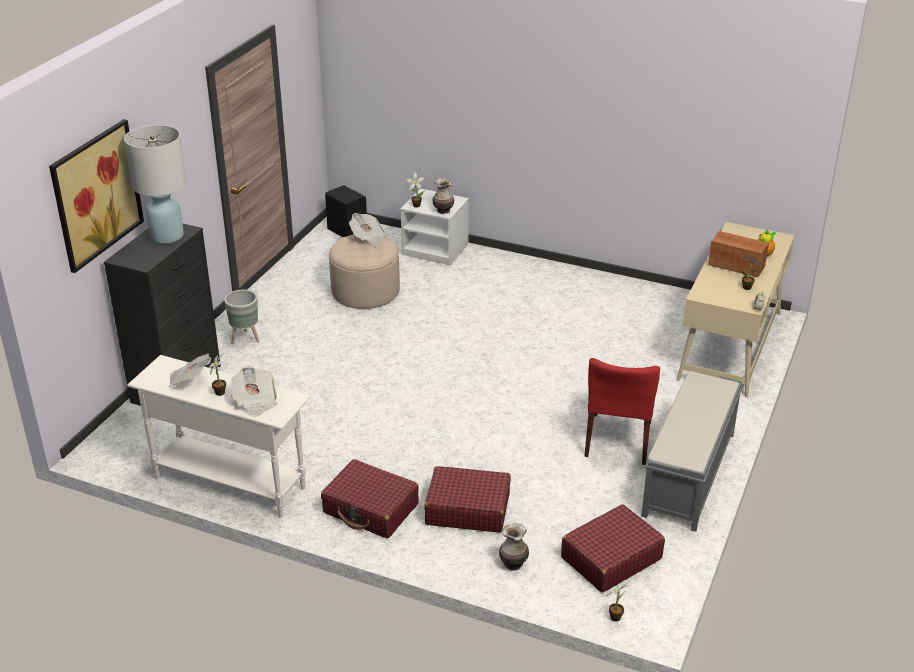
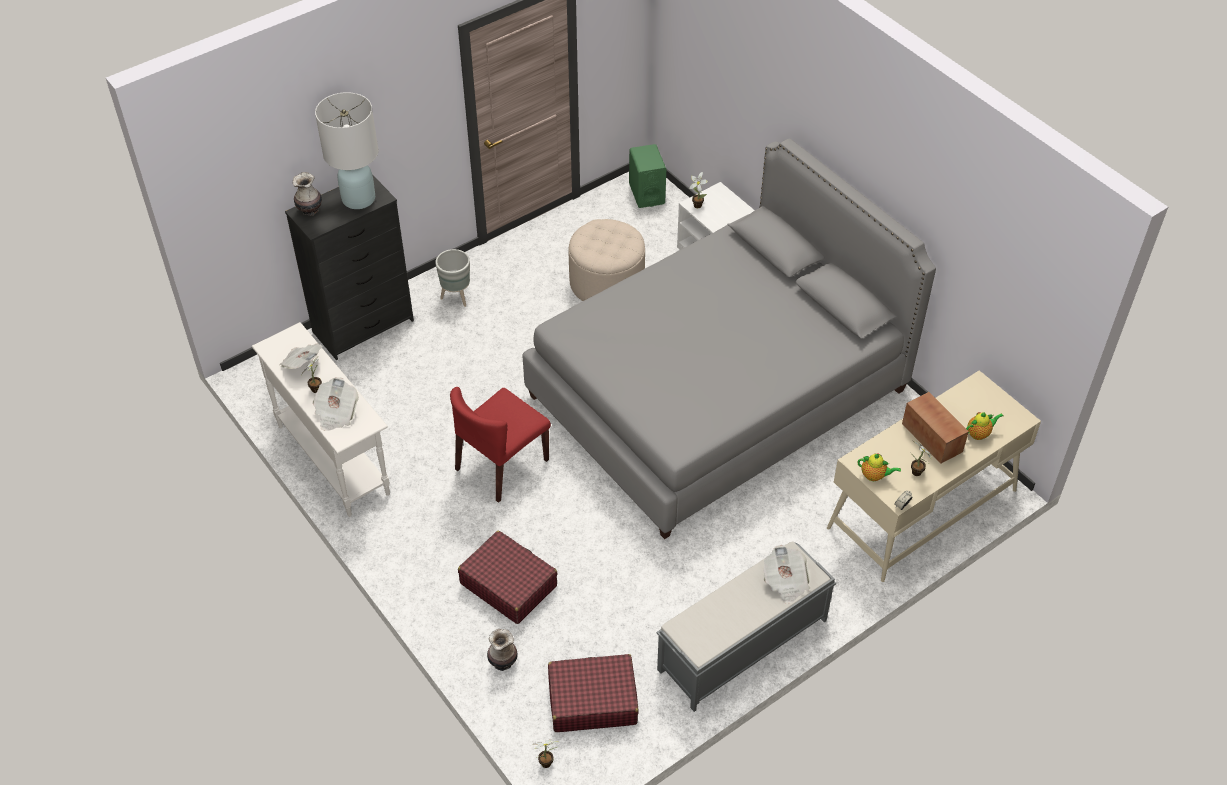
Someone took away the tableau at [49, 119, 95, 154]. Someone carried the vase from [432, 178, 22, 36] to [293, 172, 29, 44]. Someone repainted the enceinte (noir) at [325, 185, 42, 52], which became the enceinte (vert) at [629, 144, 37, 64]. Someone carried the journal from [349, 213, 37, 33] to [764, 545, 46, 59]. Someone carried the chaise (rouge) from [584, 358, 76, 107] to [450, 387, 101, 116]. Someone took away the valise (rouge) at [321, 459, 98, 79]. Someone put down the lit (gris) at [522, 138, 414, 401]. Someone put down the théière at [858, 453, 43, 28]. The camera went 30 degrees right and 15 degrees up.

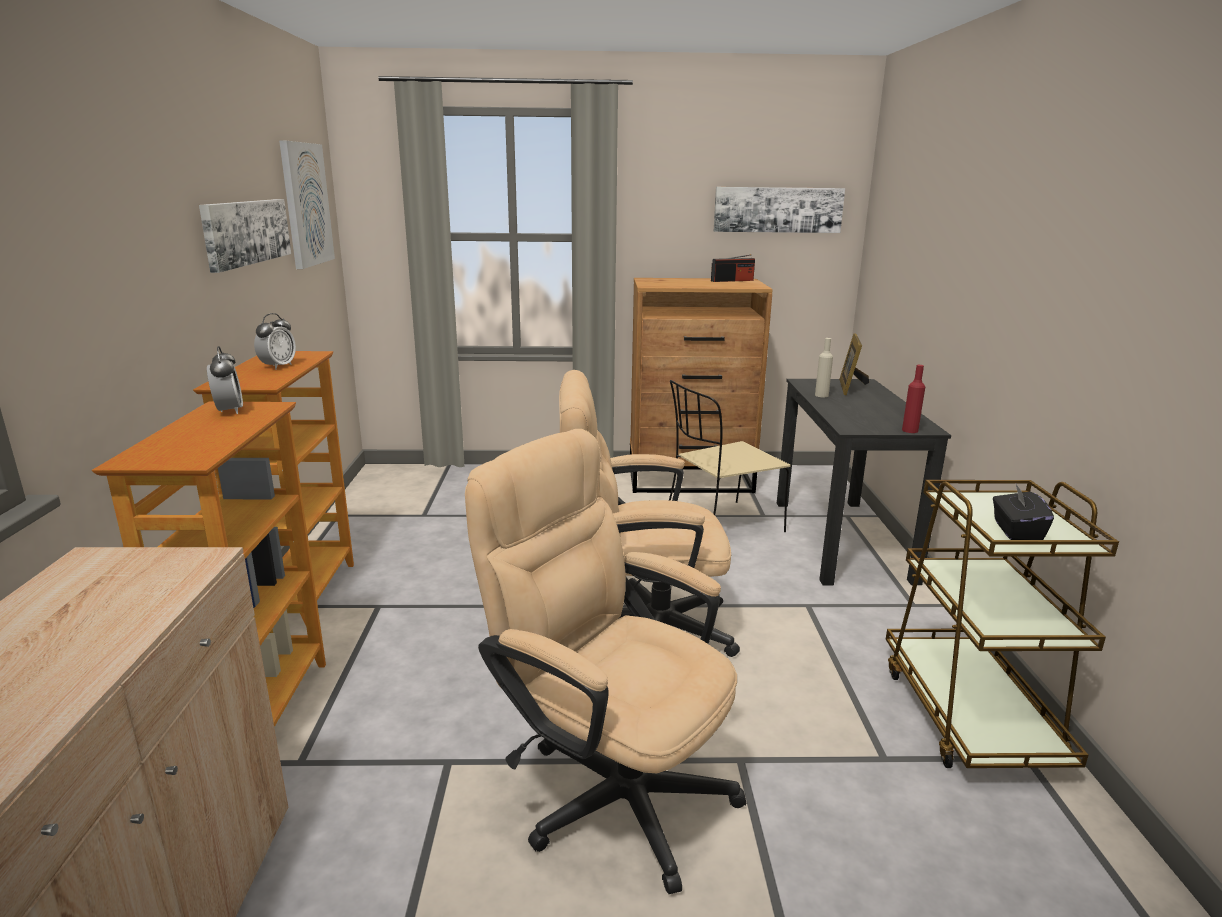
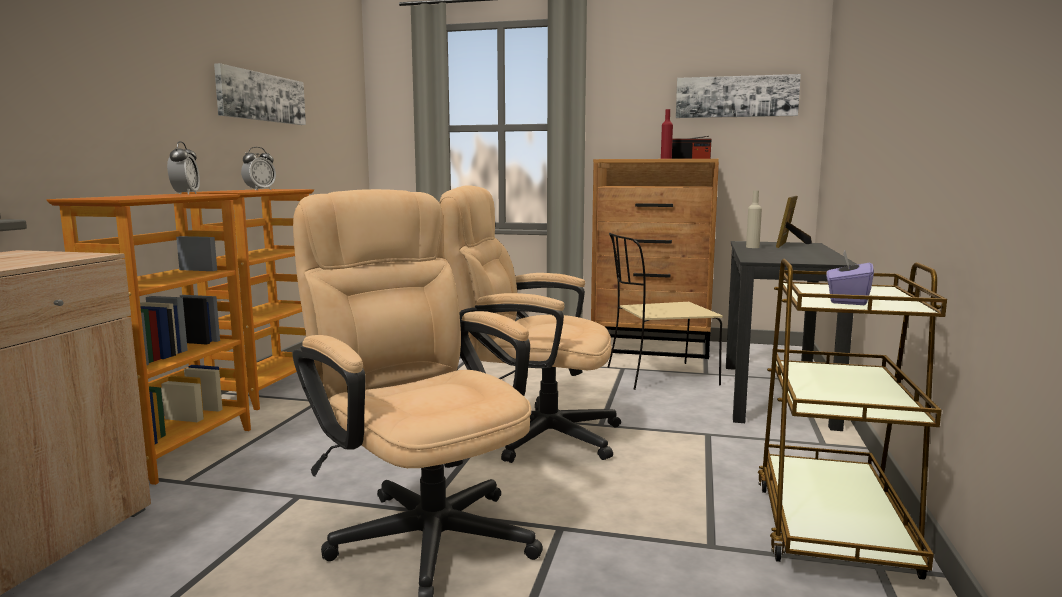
Someone took away the tableau at [279, 140, 56, 129]. Someone carried the bouteille (rouge) from [902, 365, 23, 68] to [661, 109, 12, 50]. Someone repainted the boîte à mouchoirs (noir) at [993, 484, 61, 56], which became the boîte à mouchoirs (violet) at [826, 251, 48, 54]. The camera went 15 degrees right and 10 degrees down.

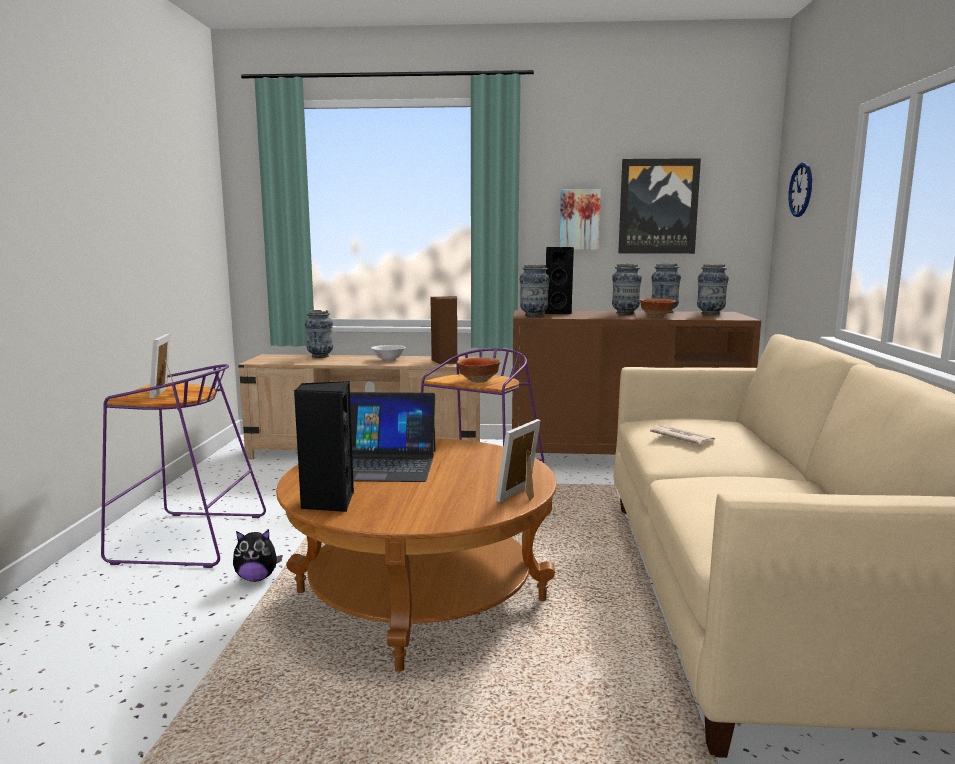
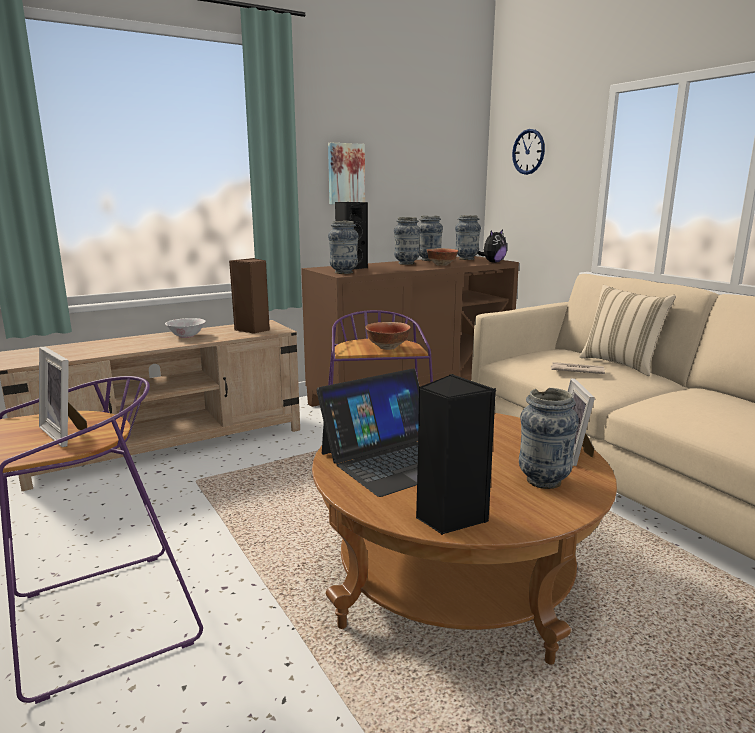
Someone took away the tableau at [618, 158, 83, 96]. Someone carried the vase from [305, 310, 28, 48] to [519, 388, 60, 101]. Someone carried the peluche from [233, 529, 50, 53] to [477, 230, 30, 33]. Someone put down the coussin (beige) at [579, 285, 97, 91]. The camera went 35 degrees left and 5 degrees up.

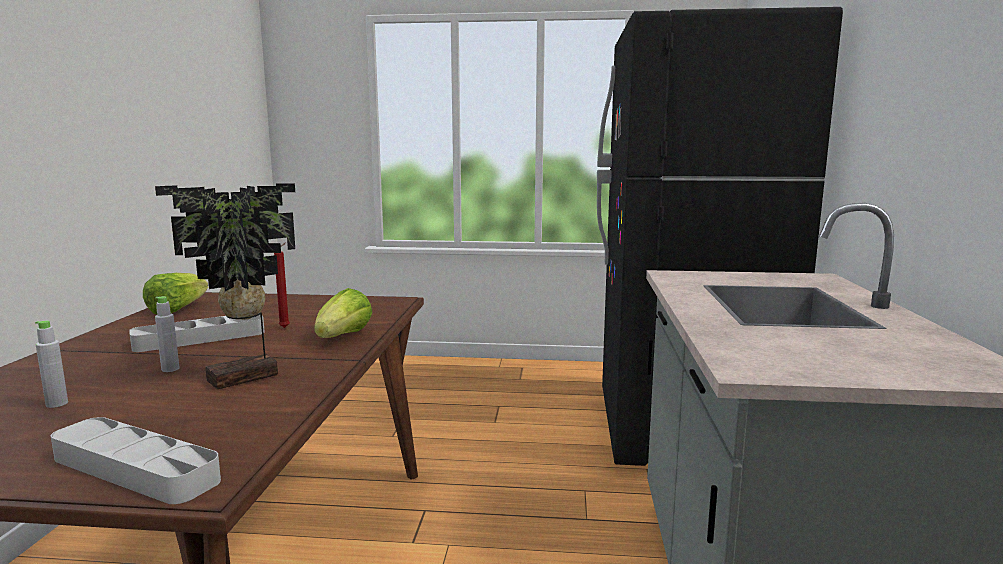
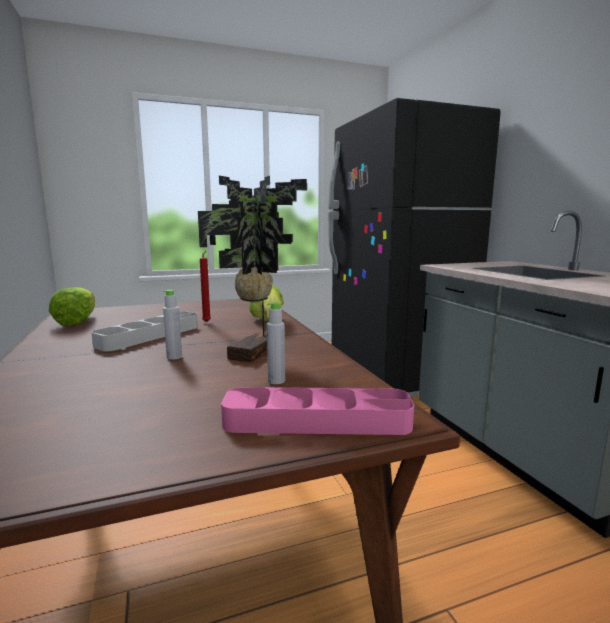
Someone carried the bouteille (gris) from [35, 320, 33, 88] to [267, 302, 18, 82]. Someone repainted the plateau (gris) at [51, 417, 170, 87], which became the plateau (rose) at [221, 387, 193, 48]. The camera went 25 degrees left and 0 degrees up.

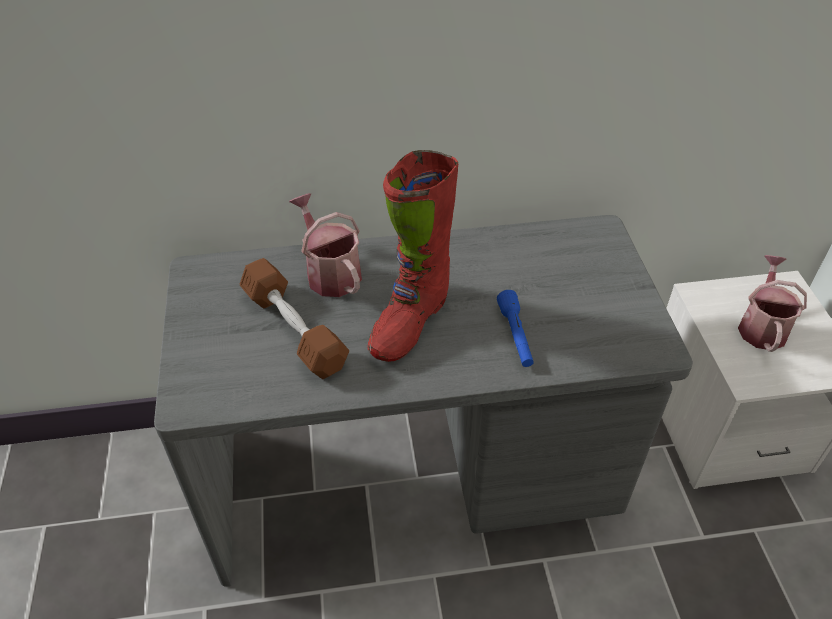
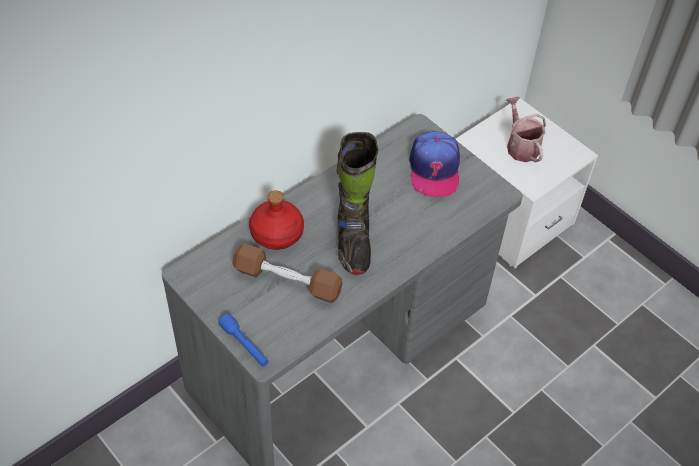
Someone repainted the botte (rouge) at [368, 150, 90, 212], which became the botte (noir) at [337, 132, 41, 143]. Someone swapped the arrosoir at [289, 193, 73, 104] for the bouteille (rouge) at [249, 190, 55, 60]. Someone carried the lampe de poche (bleu) from [497, 290, 37, 77] to [218, 314, 51, 53]. Someone put down the casquette at [409, 131, 51, 66]. The camera went 35 degrees left and 5 degrees up.

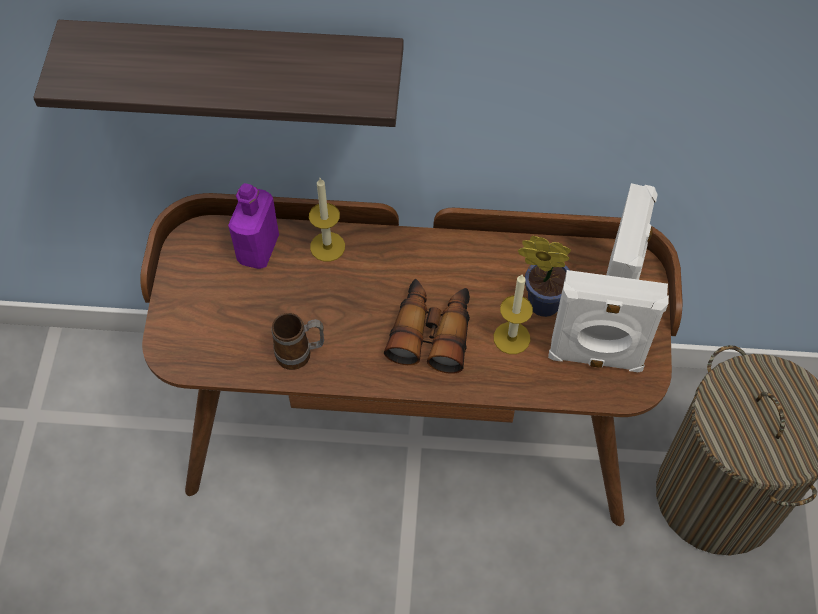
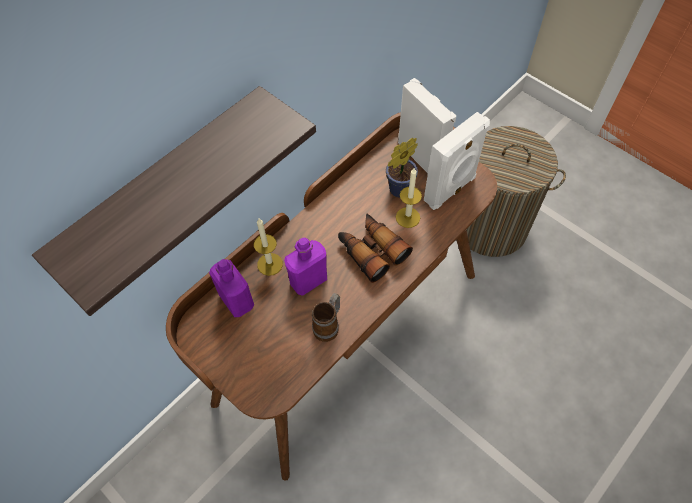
Someone put down the bouteille (violet) at [284, 238, 43, 58]. The camera went 50 degrees left and 0 degrees up.

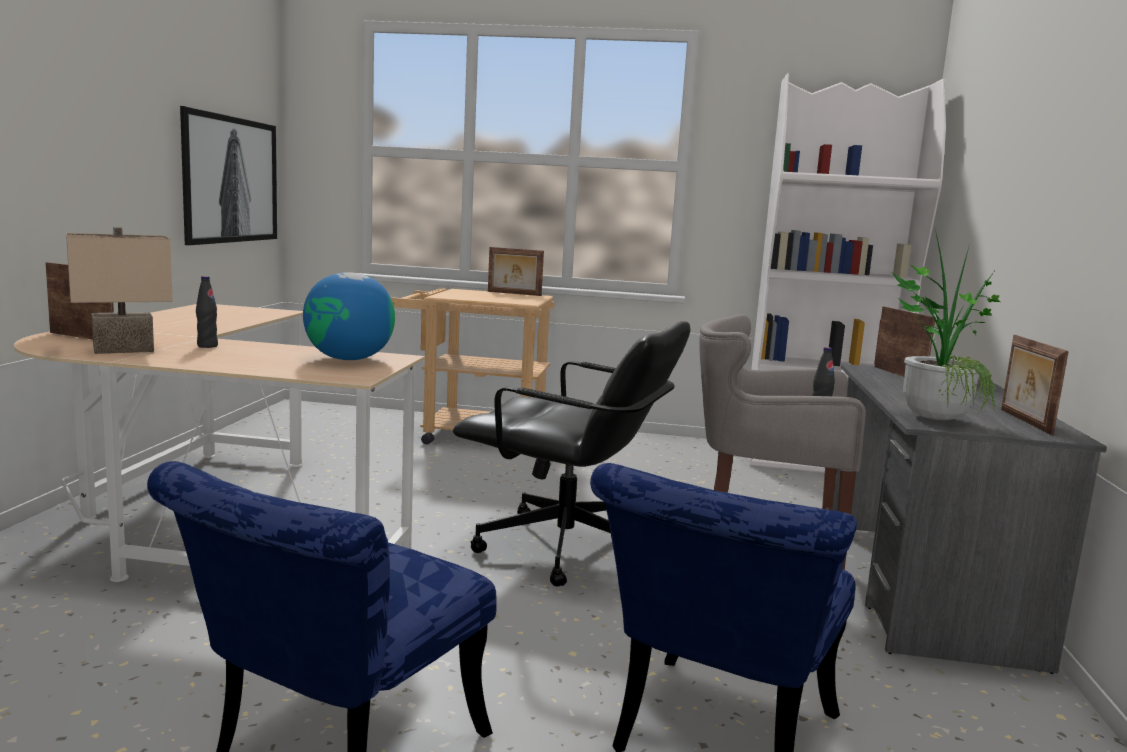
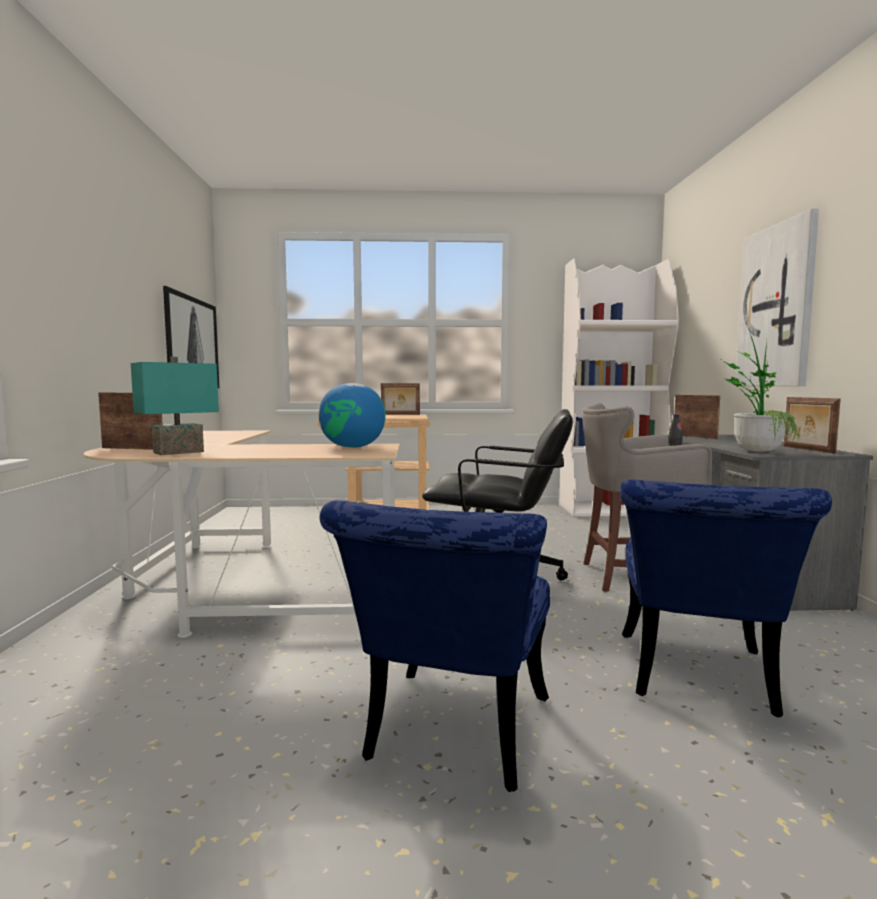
Someone repainted the lampe de table (beige) at [66, 227, 107, 127], which became the lampe de table (turquoise) at [131, 357, 88, 98]. Someone took away the bouteille (noir) at [196, 276, 22, 72]. Someone put up the tableau at [736, 208, 83, 178]. The camera went 10 degrees left and 5 degrees down.

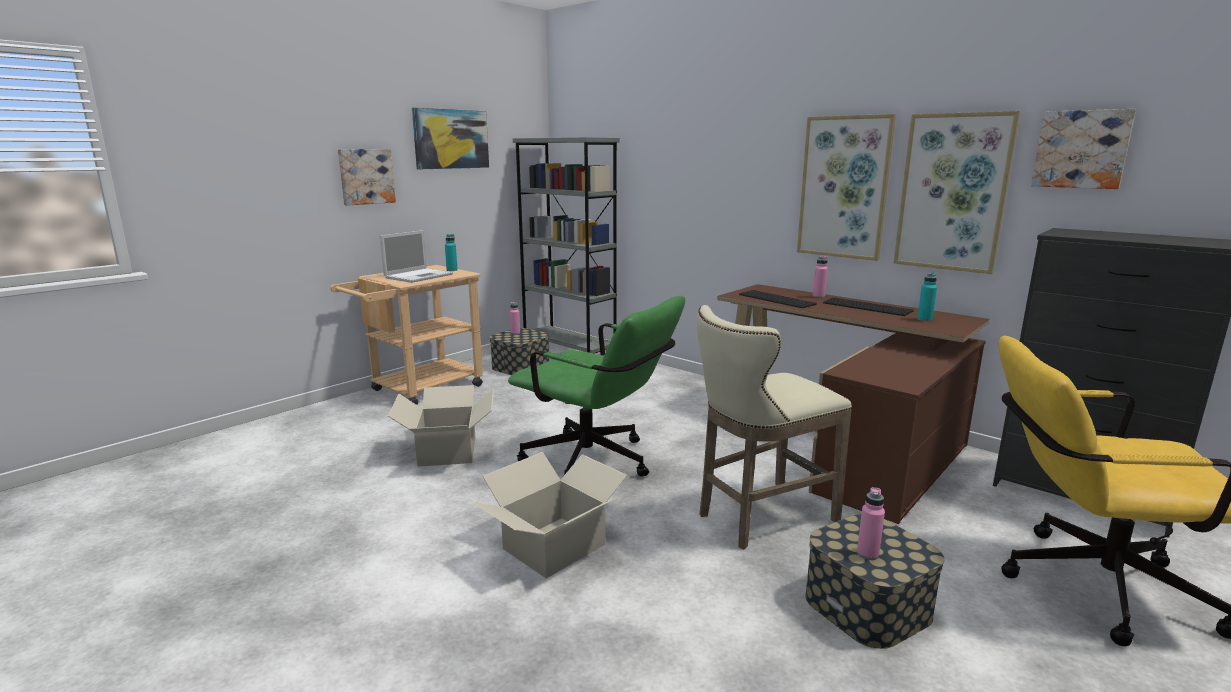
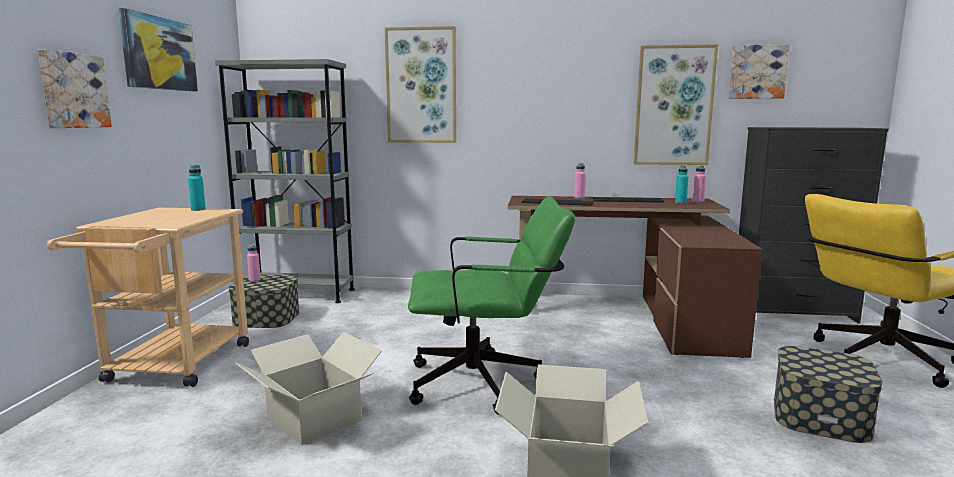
Someone carried the tableau from [797, 114, 99, 147] to [385, 26, 71, 117]. Someone took away the ordinateur portable at [380, 230, 73, 53]. Someone took away the tabouret (beige) at [697, 305, 155, 244]. Someone carried the bouteille (rose) from [857, 487, 28, 73] to [692, 165, 14, 38]. The camera went 35 degrees left and 5 degrees down.

